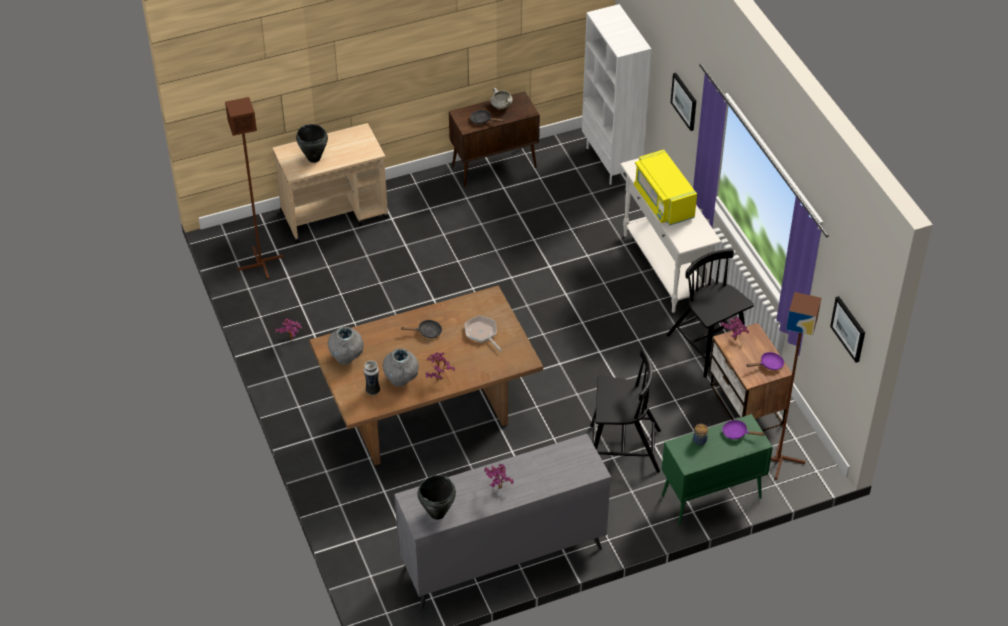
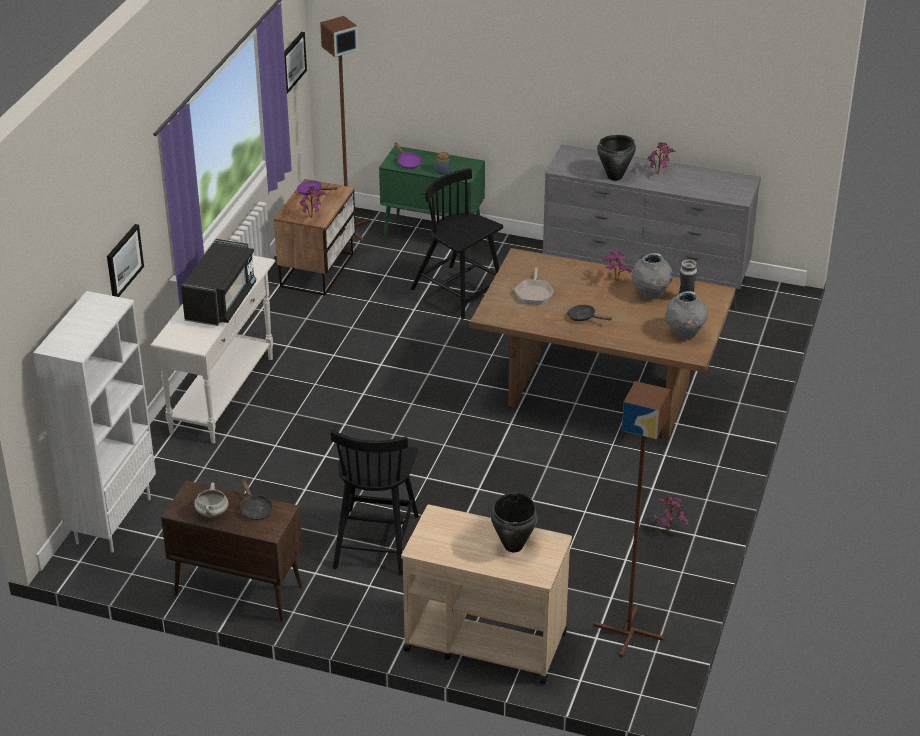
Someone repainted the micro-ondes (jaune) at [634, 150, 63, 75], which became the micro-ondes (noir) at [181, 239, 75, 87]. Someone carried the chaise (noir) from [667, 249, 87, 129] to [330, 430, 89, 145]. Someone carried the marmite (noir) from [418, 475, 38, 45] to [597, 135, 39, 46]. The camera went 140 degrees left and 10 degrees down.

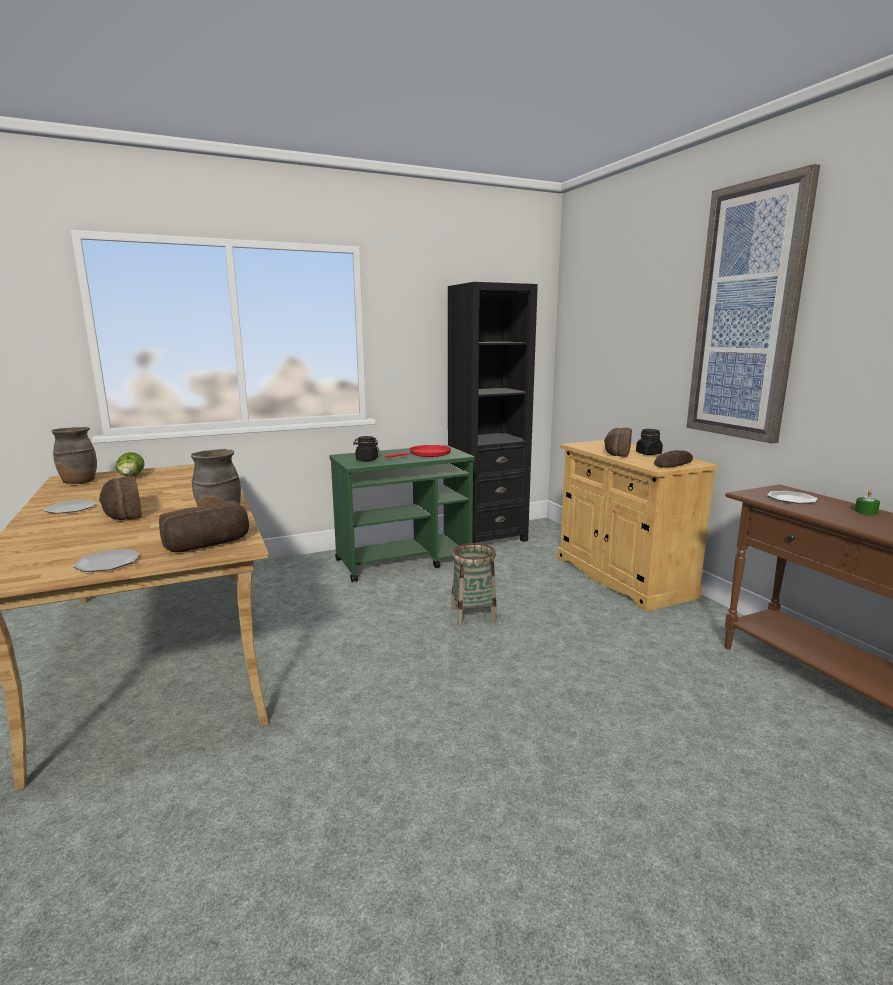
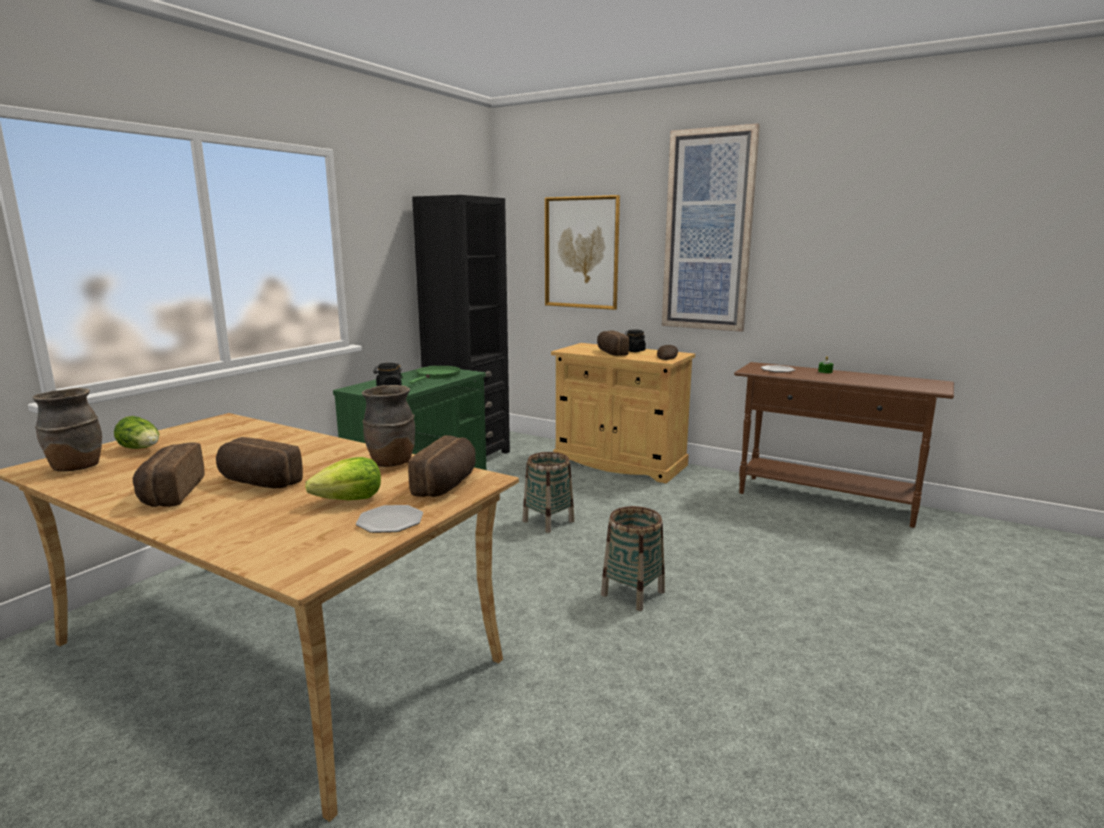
Someone repainted the poêle (rouge) at [385, 445, 66, 13], which became the poêle (vert) at [409, 366, 52, 18]. Someone swapped the assiette at [45, 500, 51, 14] for the pain at [133, 442, 72, 65]. Someone put up the tableau at [545, 195, 75, 115]. Someone put down the laitue at [305, 457, 76, 44]. Someone put down the panier at [601, 506, 64, 105]. The camera went 35 degrees left and 0 degrees up.

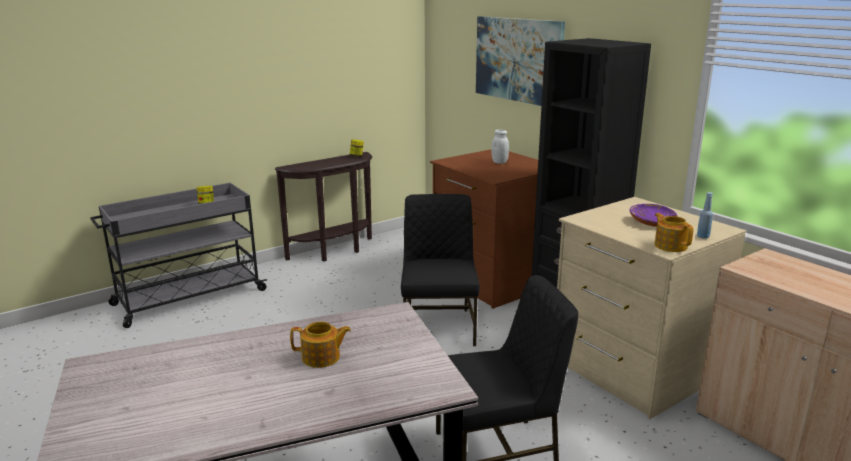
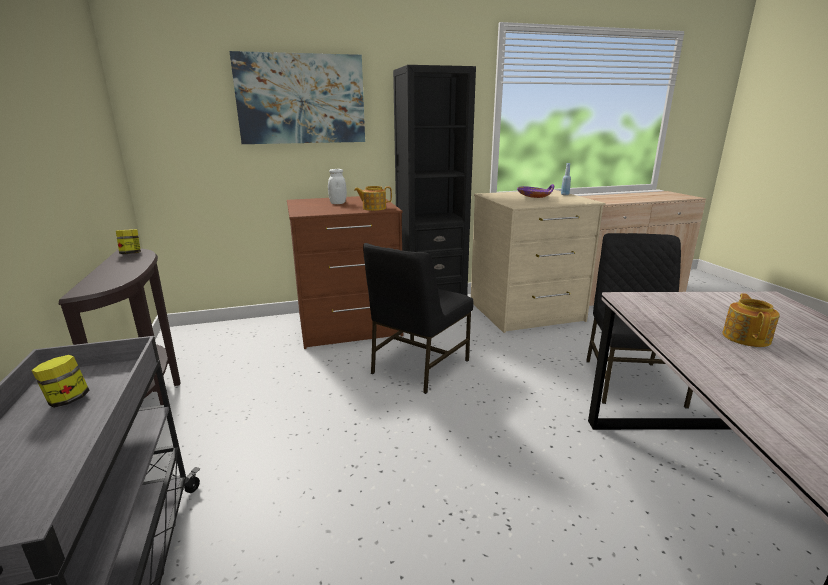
Someone rotated the chaise (noir) at [401, 194, 79, 152] by 75 degrees counterclockwise. Someone carried the théière from [655, 213, 39, 39] to [354, 186, 38, 25]. The camera went 70 degrees left and 0 degrees up.

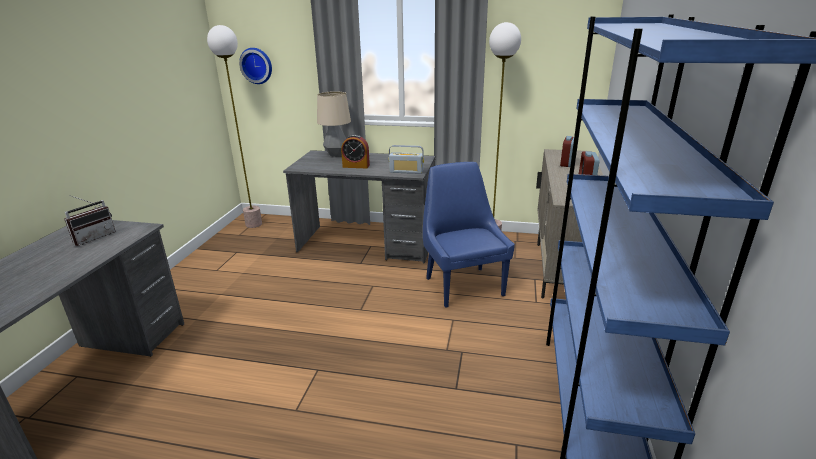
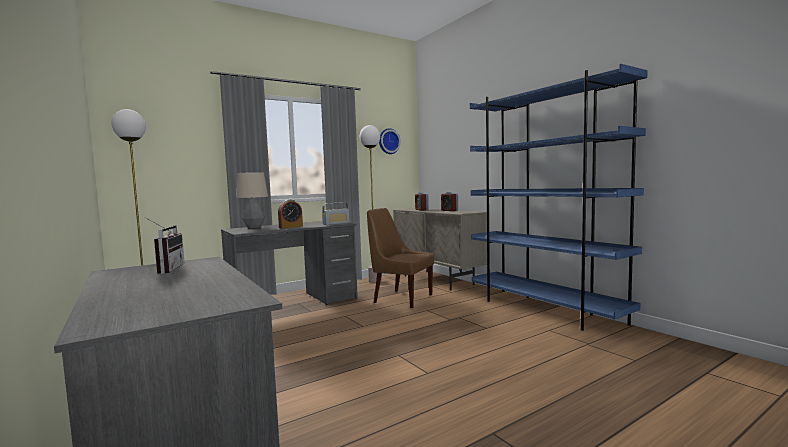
Someone carried the horloge murale from [239, 48, 33, 36] to [379, 128, 22, 26]. Someone repainted the chaise (bleu) at [423, 162, 92, 146], which became the chaise (marron) at [367, 208, 67, 100]. The camera went 45 degrees left and 20 degrees down.

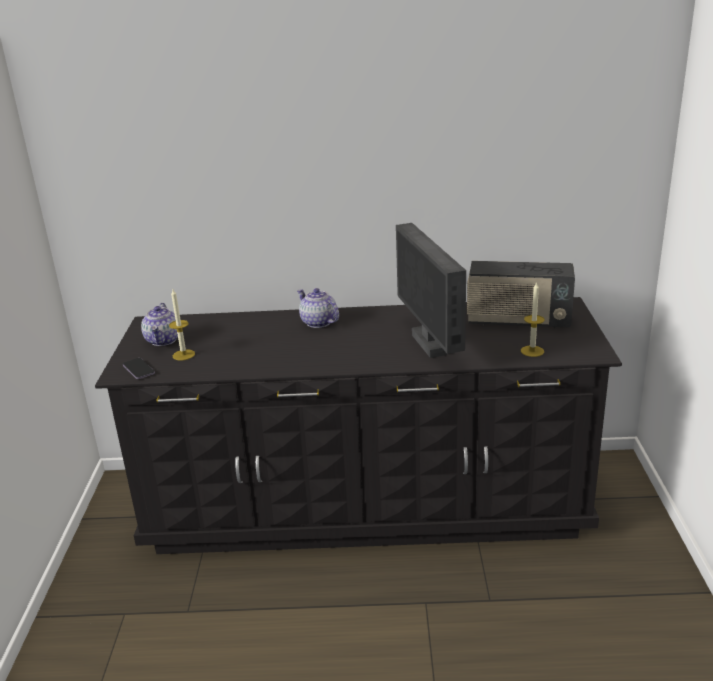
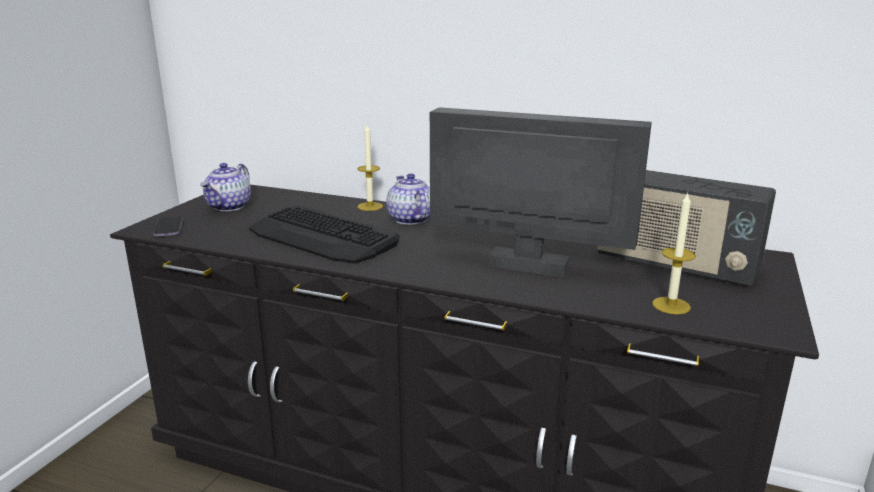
Someone rotated the écran d'ordinateur at [396, 223, 70, 135] by 105 degrees clockwise. Someone carried the bougie from [169, 289, 26, 71] to [357, 125, 26, 86]. Someone put down the clavier at [249, 206, 150, 58]. The camera went 20 degrees right and 5 degrees down.

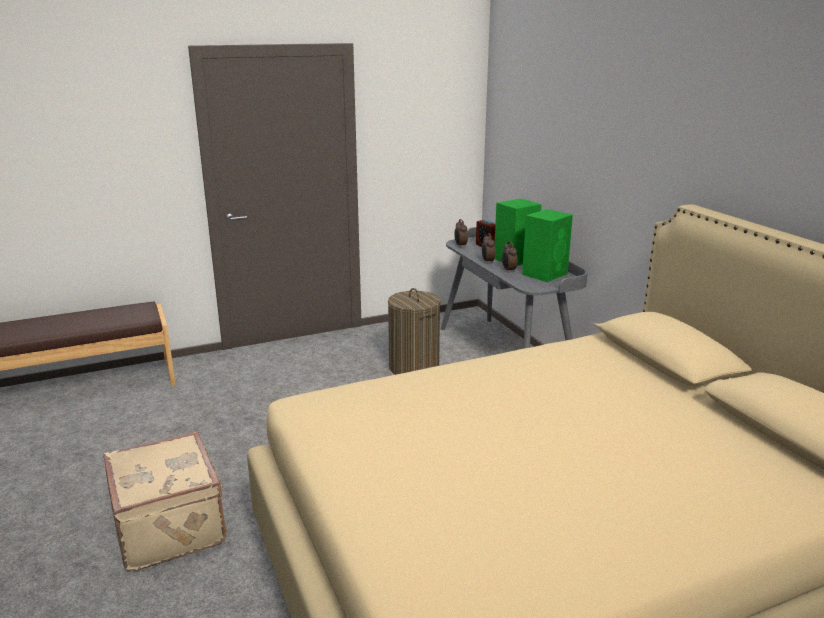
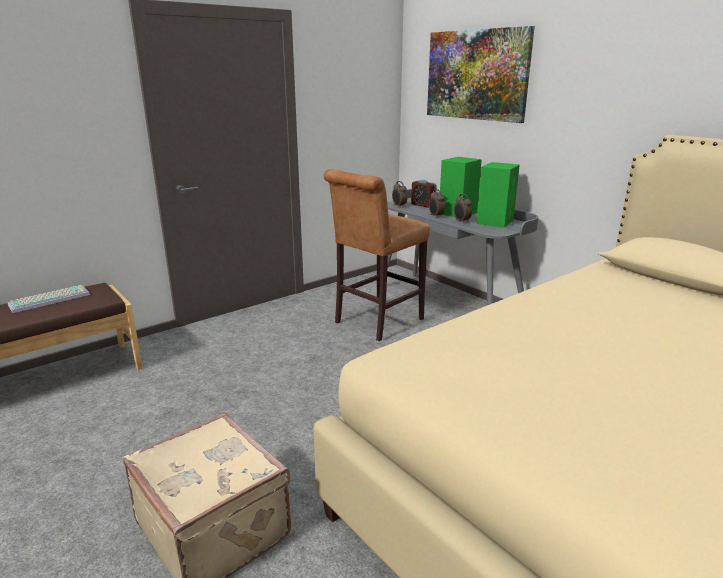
Someone swapped the panier à linge at [388, 288, 53, 87] for the tabouret (marron) at [324, 169, 106, 172]. Someone put up the tableau at [427, 26, 108, 97]. Someone put down the clavier at [8, 285, 82, 28]. The camera went 15 degrees left and 0 degrees up.

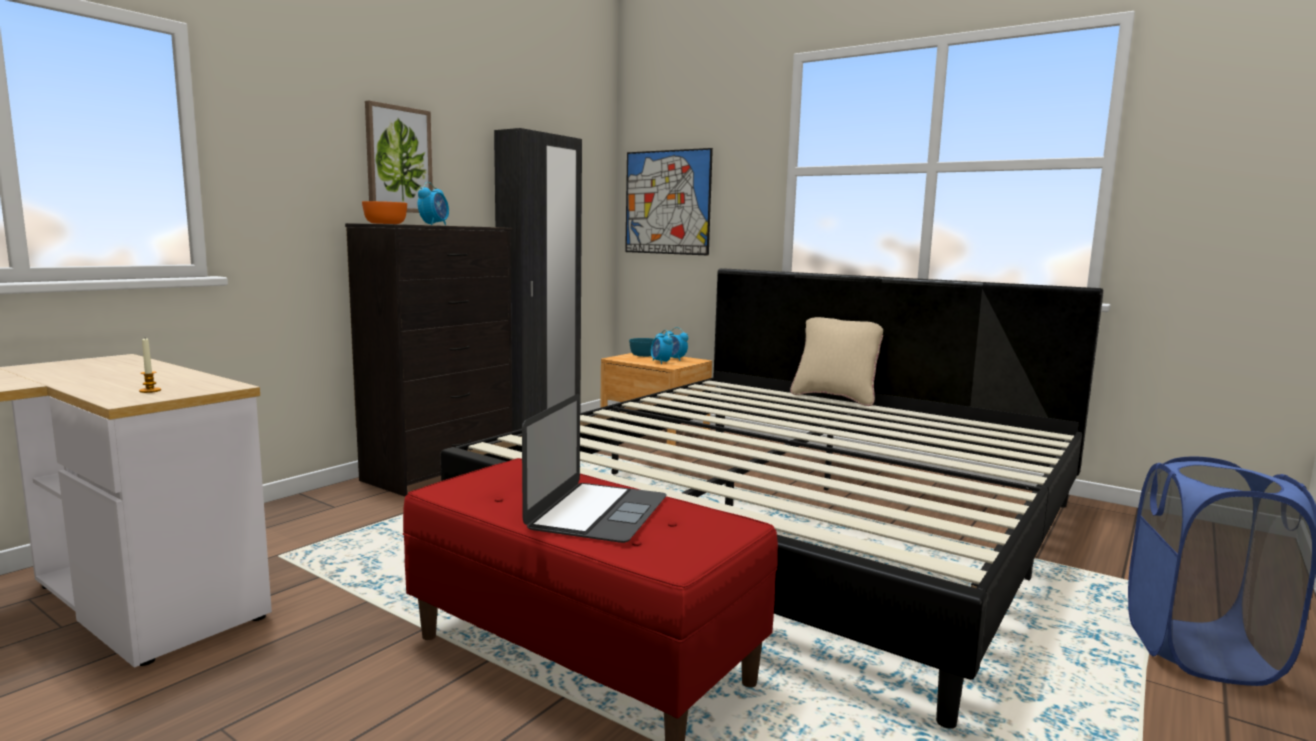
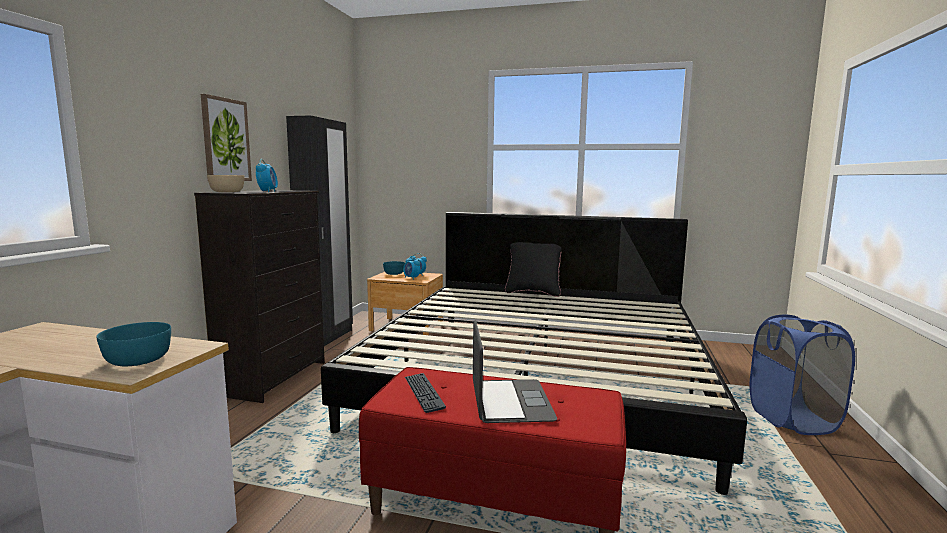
Someone took away the tableau at [625, 148, 88, 108]. Someone repainted the bol (orange) at [362, 201, 45, 23], which became the bol (beige) at [207, 175, 38, 17]. Someone repainted the coussin (beige) at [790, 317, 93, 89], which became the coussin (noir) at [505, 242, 57, 55]. Someone swapped the bougie at [139, 338, 22, 55] for the bol (turquoise) at [97, 322, 74, 44]. Someone put down the clavier at [405, 373, 41, 40]. The camera went 20 degrees left and 0 degrees up.

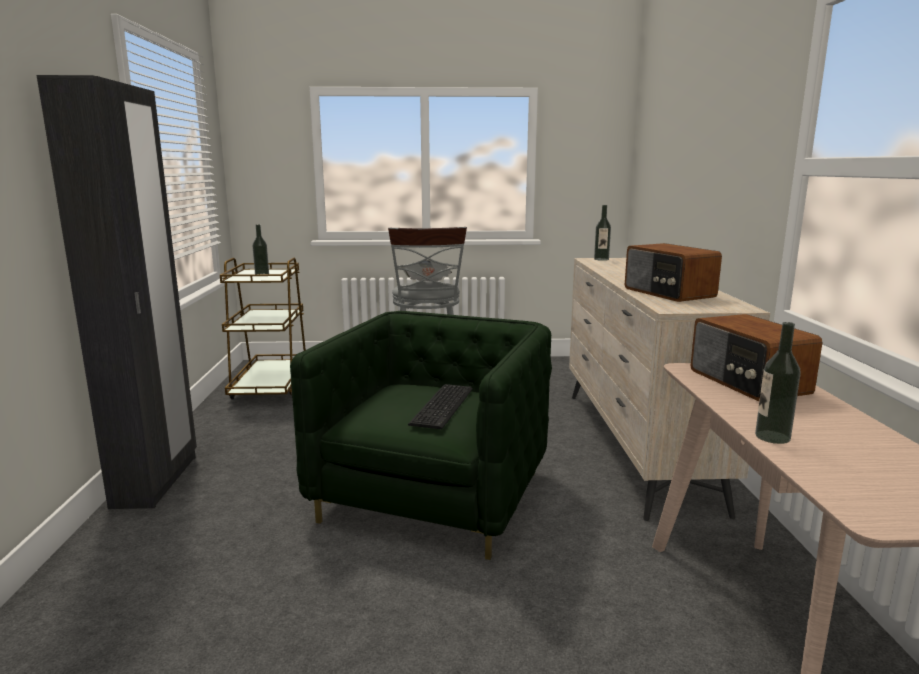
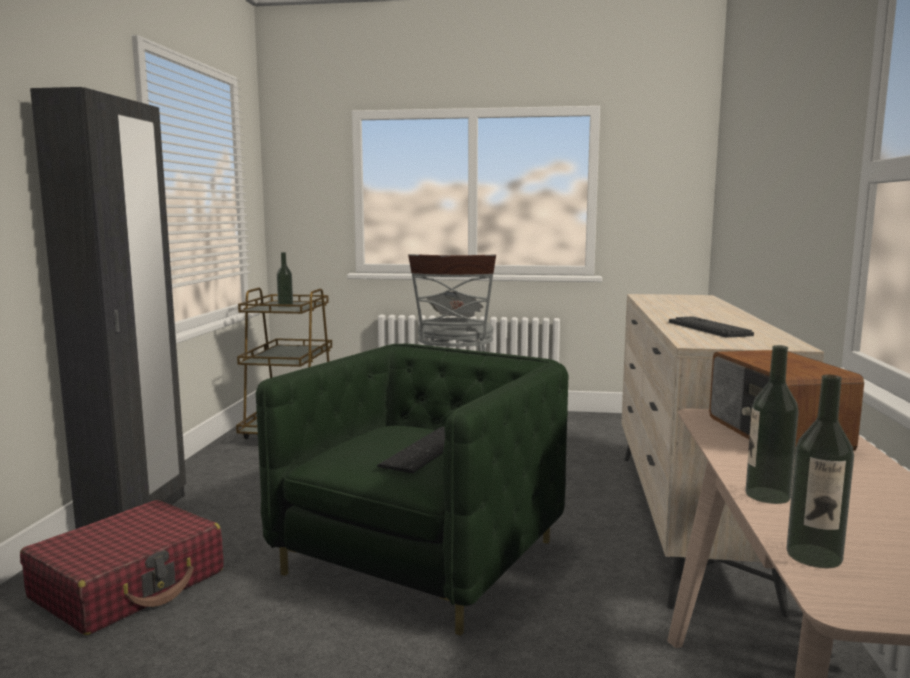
Someone carried the bouteille from [594, 205, 17, 56] to [786, 374, 68, 194]. Someone swapped the radio at [625, 243, 97, 59] for the clavier at [669, 316, 85, 22]. Someone put down the valise (rouge) at [20, 500, 203, 135]. The camera went 10 degrees right and 5 degrees down.

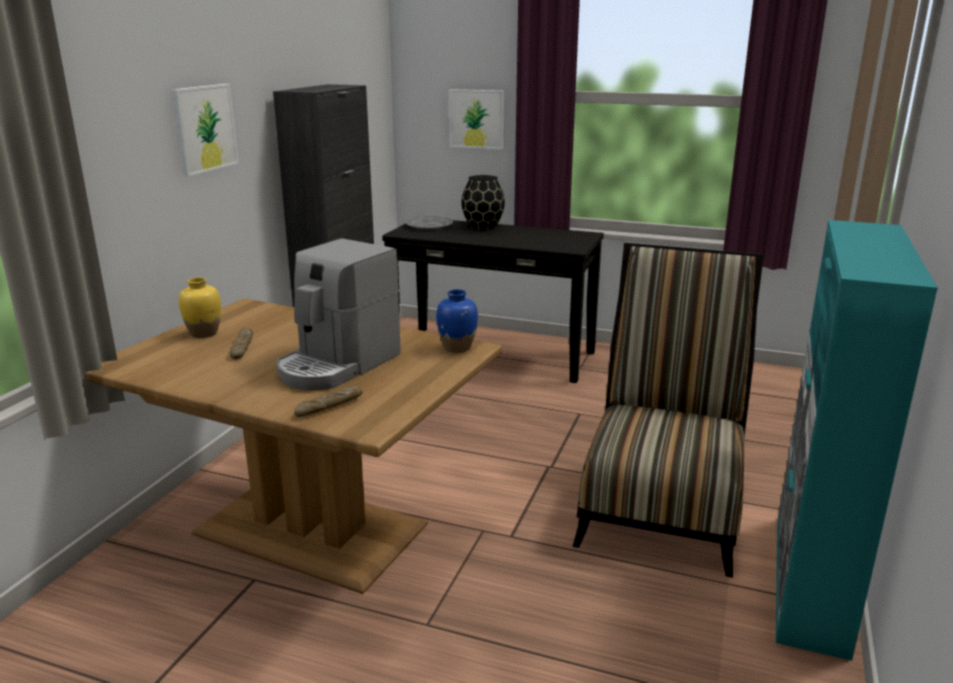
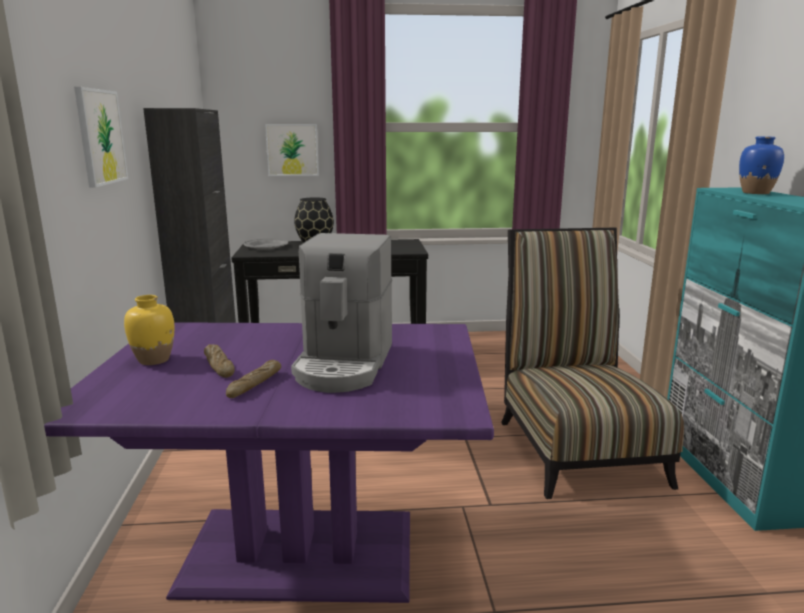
Someone carried the vase (bleu) from [436, 289, 42, 64] to [739, 137, 45, 57]. Someone repainted the table à manger (marron) at [85, 298, 417, 296], which became the table à manger (violet) at [44, 322, 450, 281]. Someone carried the pain from [294, 385, 69, 32] to [226, 360, 55, 38]. The camera went 25 degrees left and 5 degrees down.

